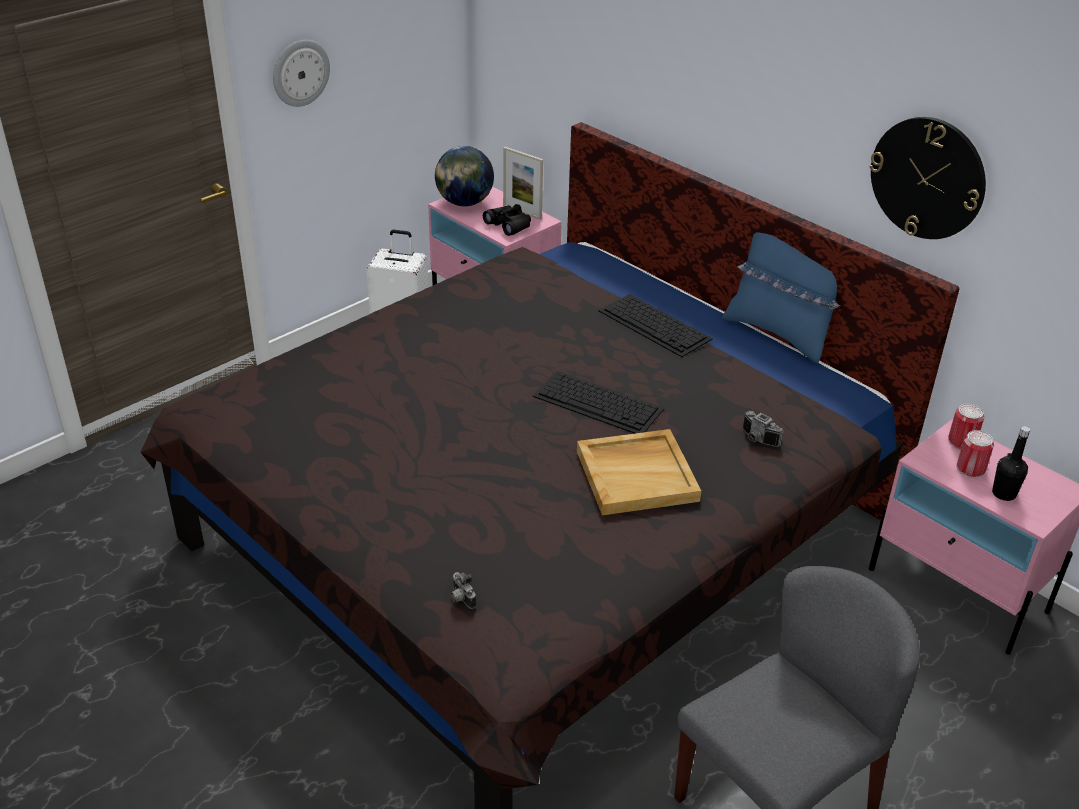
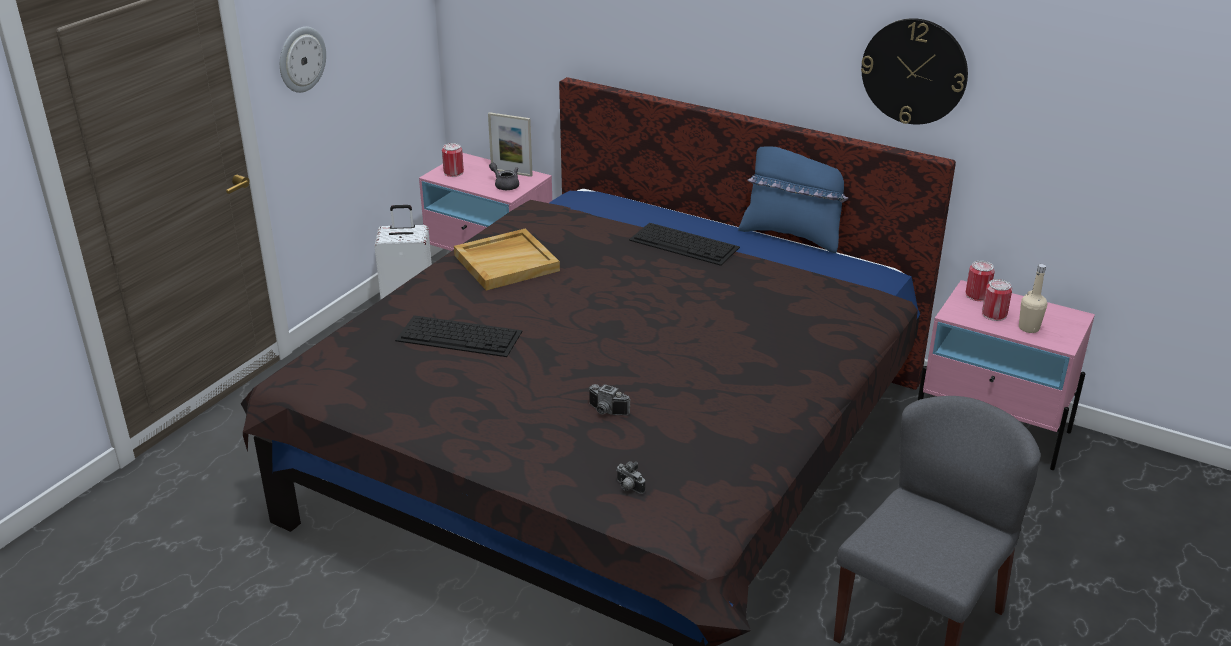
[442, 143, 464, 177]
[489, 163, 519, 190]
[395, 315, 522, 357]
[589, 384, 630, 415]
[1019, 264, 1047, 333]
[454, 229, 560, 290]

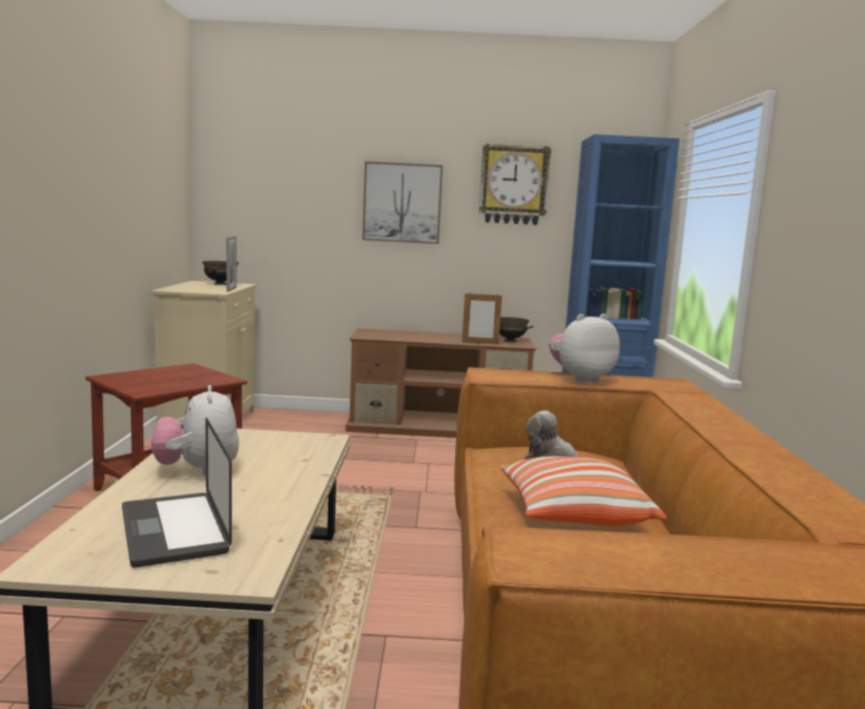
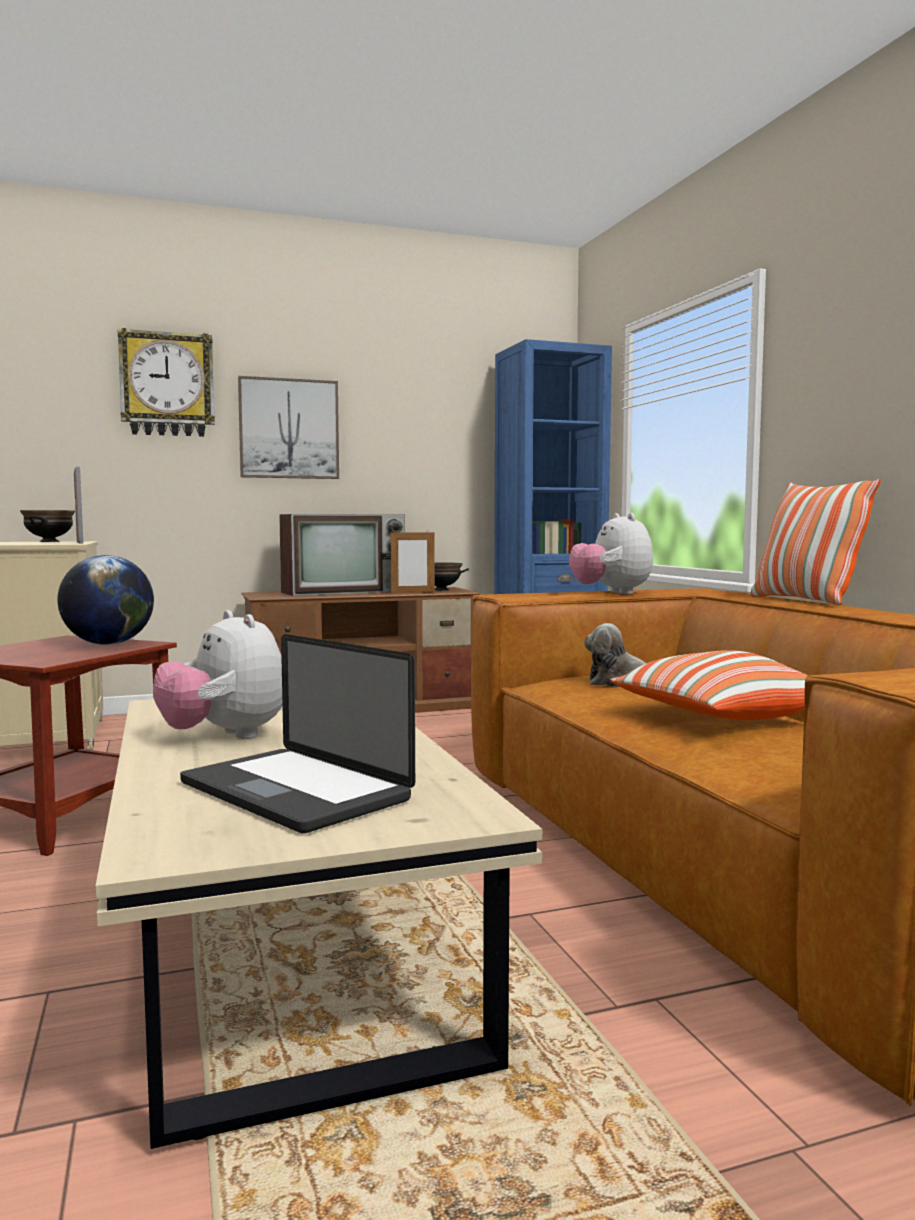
[118, 328, 215, 437]
[569, 513, 653, 594]
[750, 478, 881, 605]
[279, 514, 405, 596]
[57, 555, 154, 645]

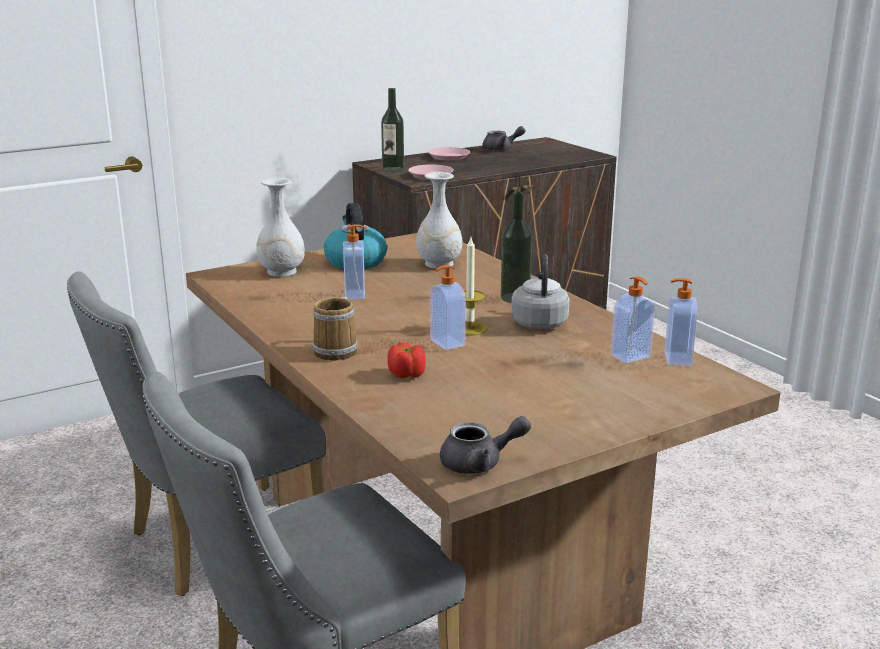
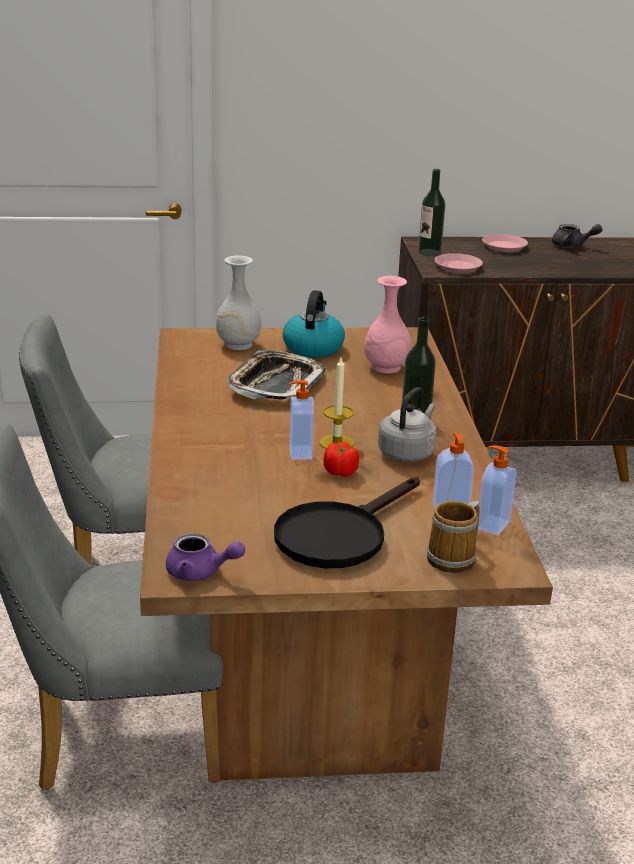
[364, 276, 411, 373]
[227, 350, 325, 400]
[427, 501, 479, 573]
[324, 442, 359, 477]
[166, 533, 245, 581]
[274, 477, 420, 568]

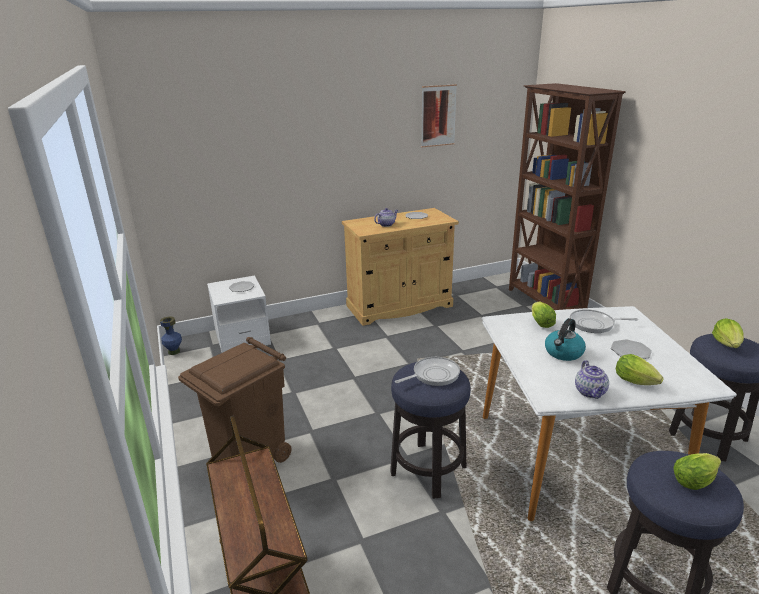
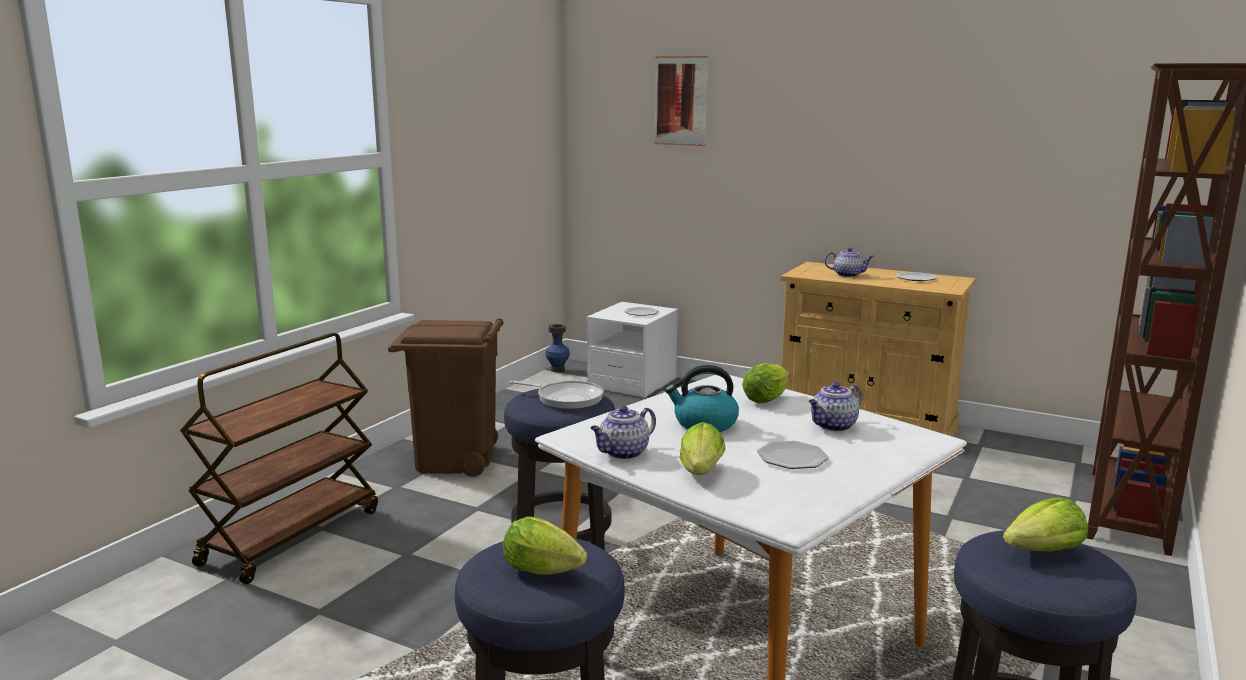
[654, 56, 708, 146]
[809, 382, 861, 431]

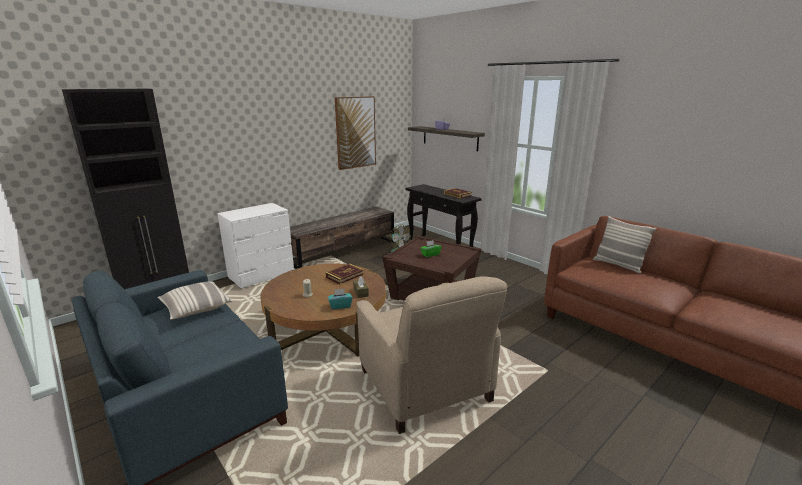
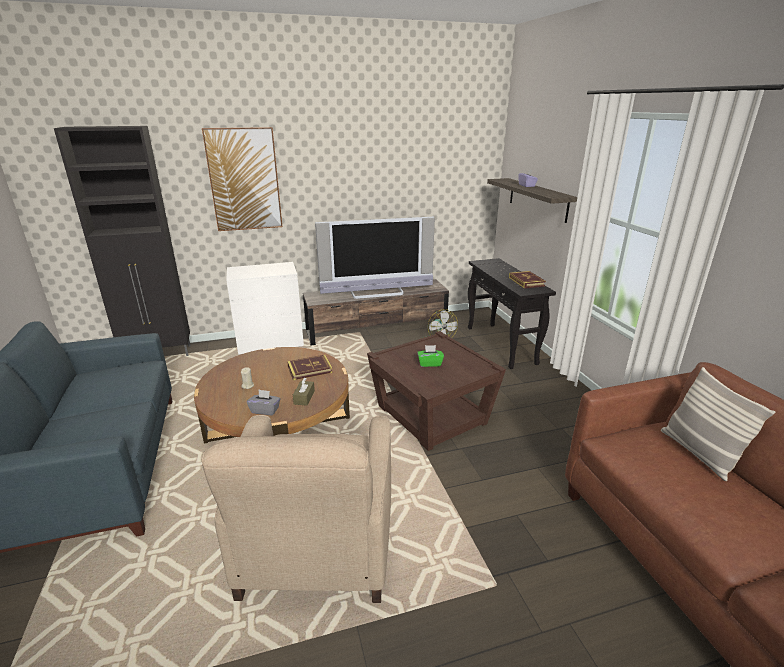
[202, 127, 283, 231]
[157, 281, 233, 320] (first image)
[247, 390, 280, 415]
[315, 217, 435, 299]

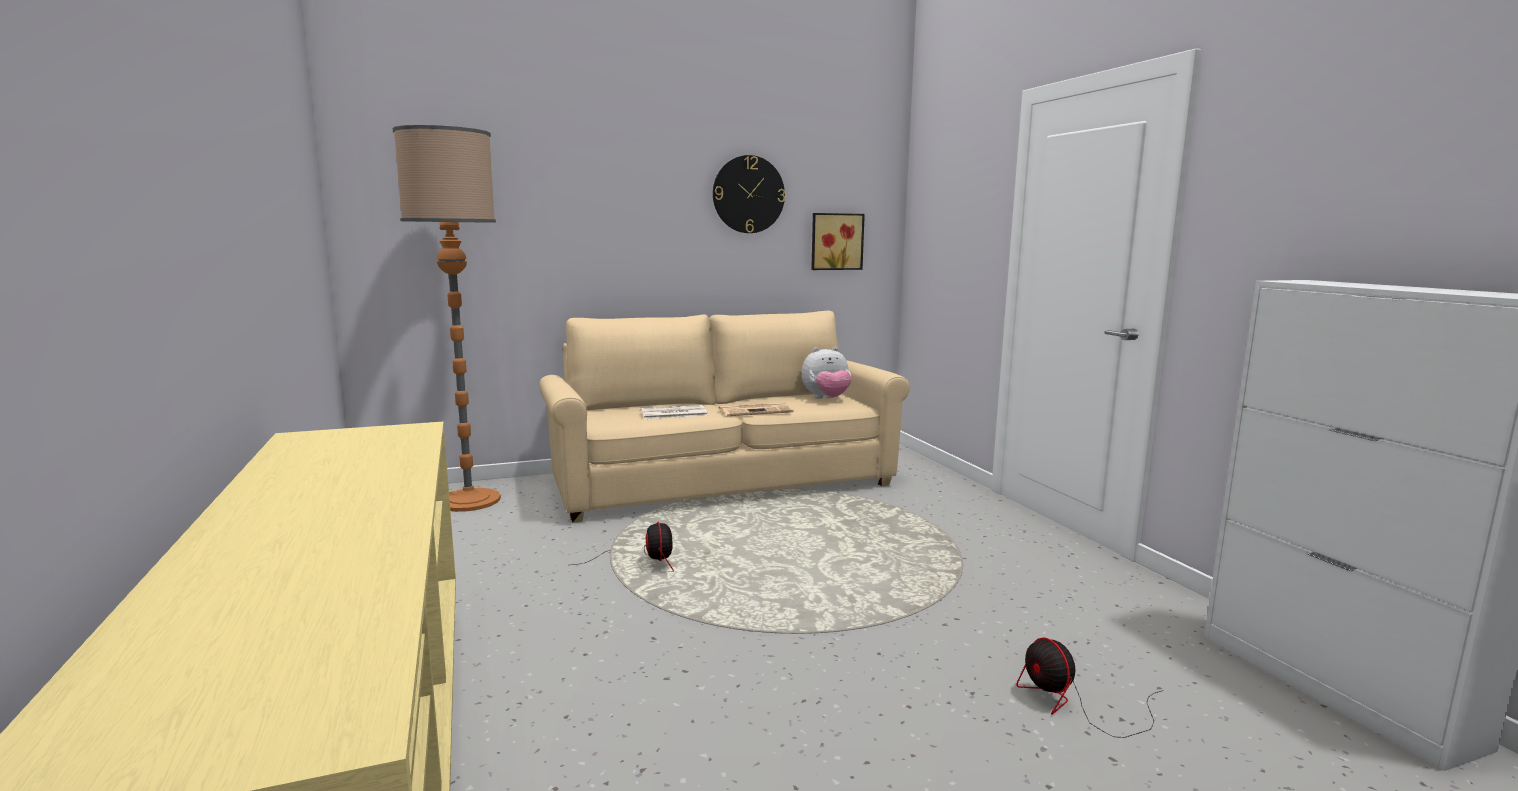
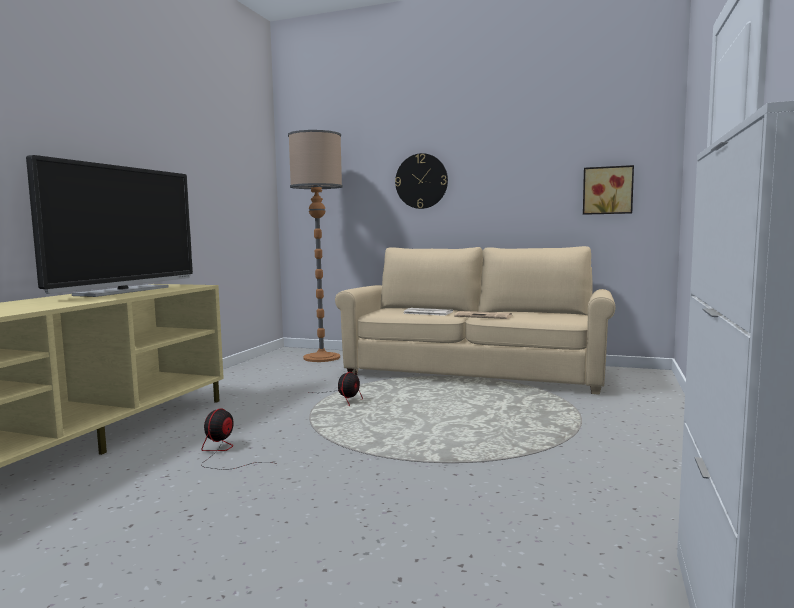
[395, 153, 448, 209]
[801, 347, 852, 399] (first image)
[201, 408, 272, 470]
[26, 155, 193, 297]

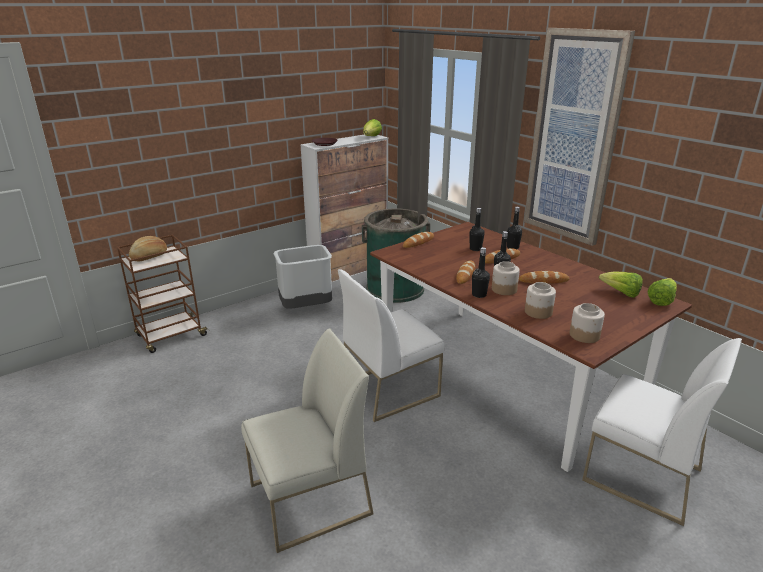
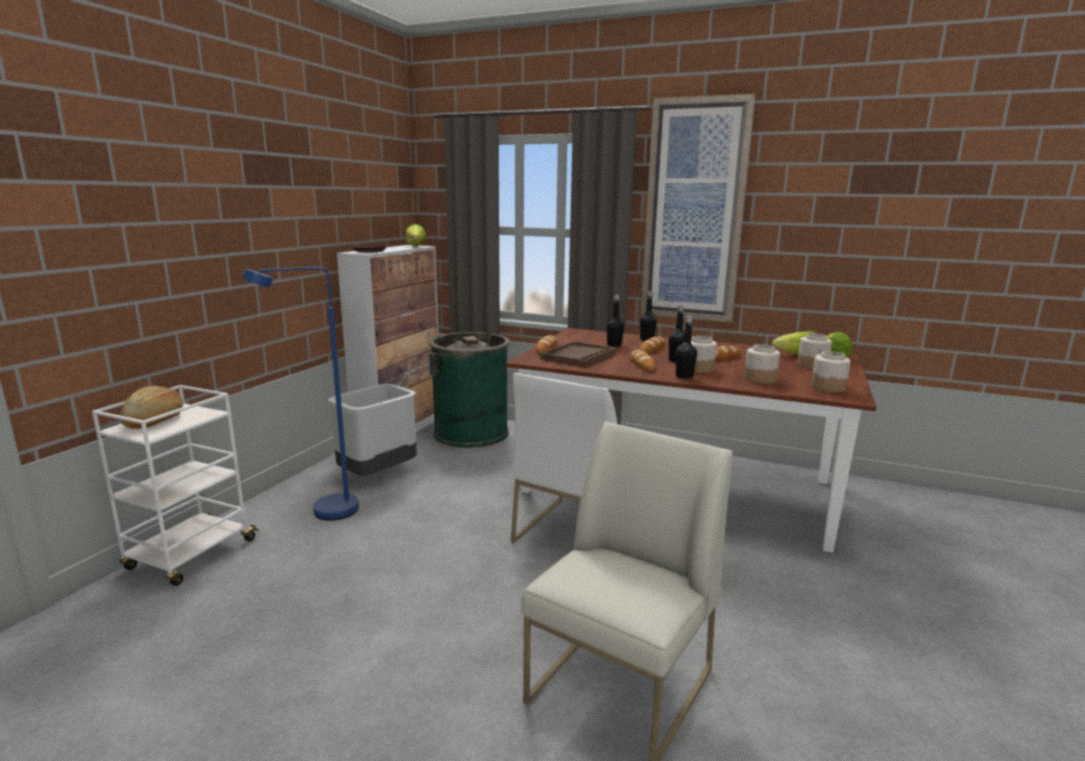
[92, 385, 259, 586]
[582, 338, 742, 526] (first image)
[242, 267, 359, 521]
[797, 333, 832, 369]
[540, 341, 616, 367]

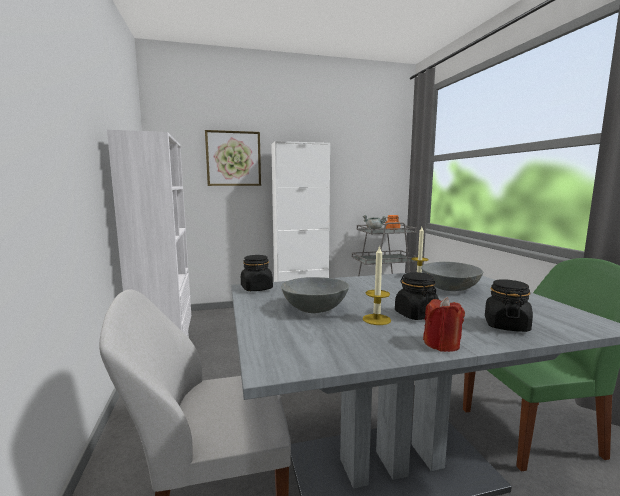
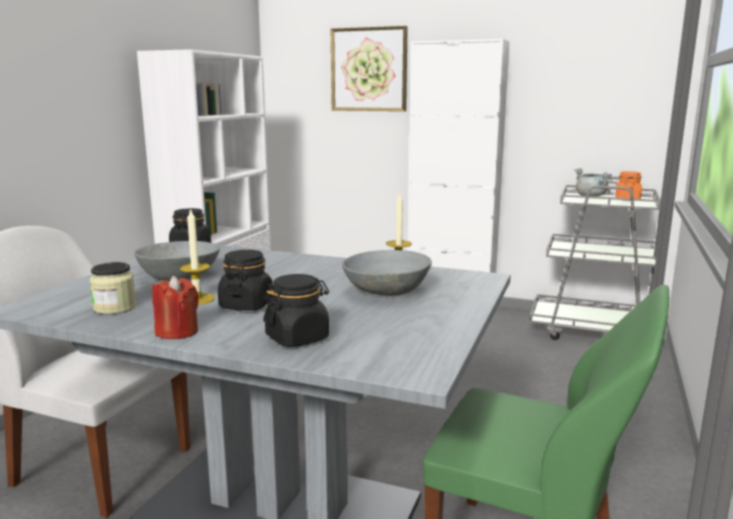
[90, 262, 136, 314]

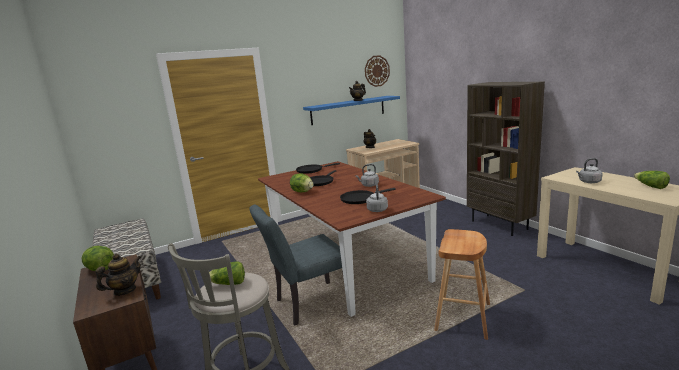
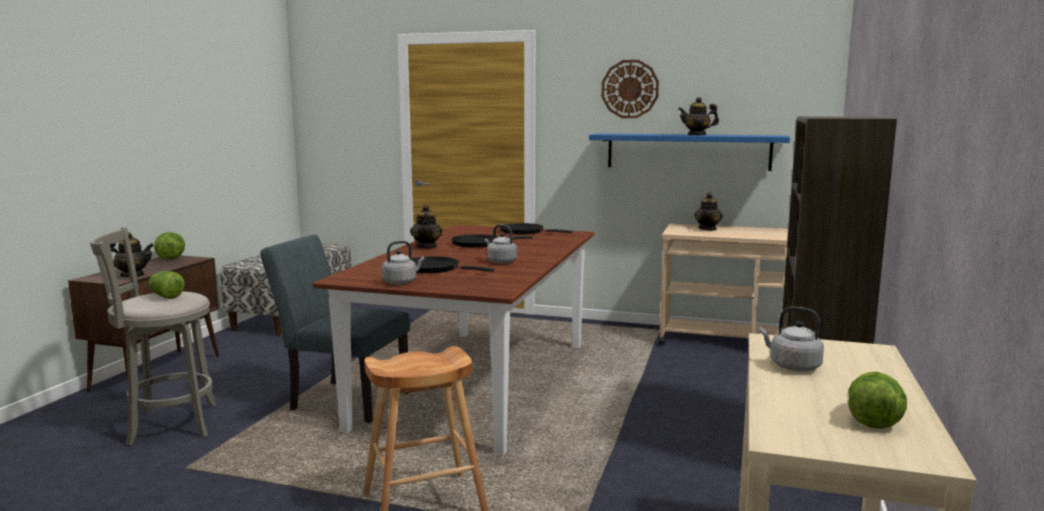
[602, 60, 659, 118]
[410, 205, 442, 249]

